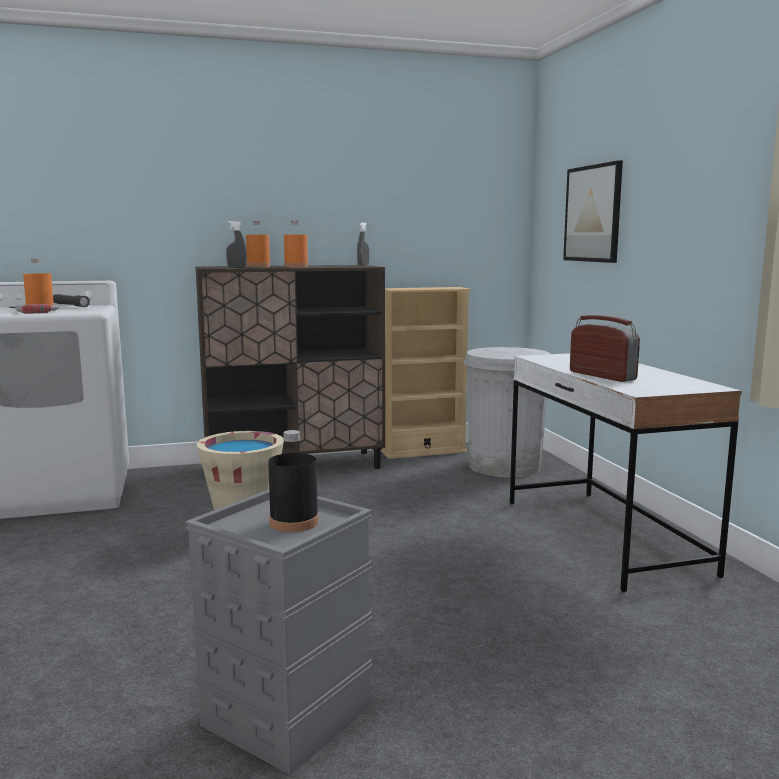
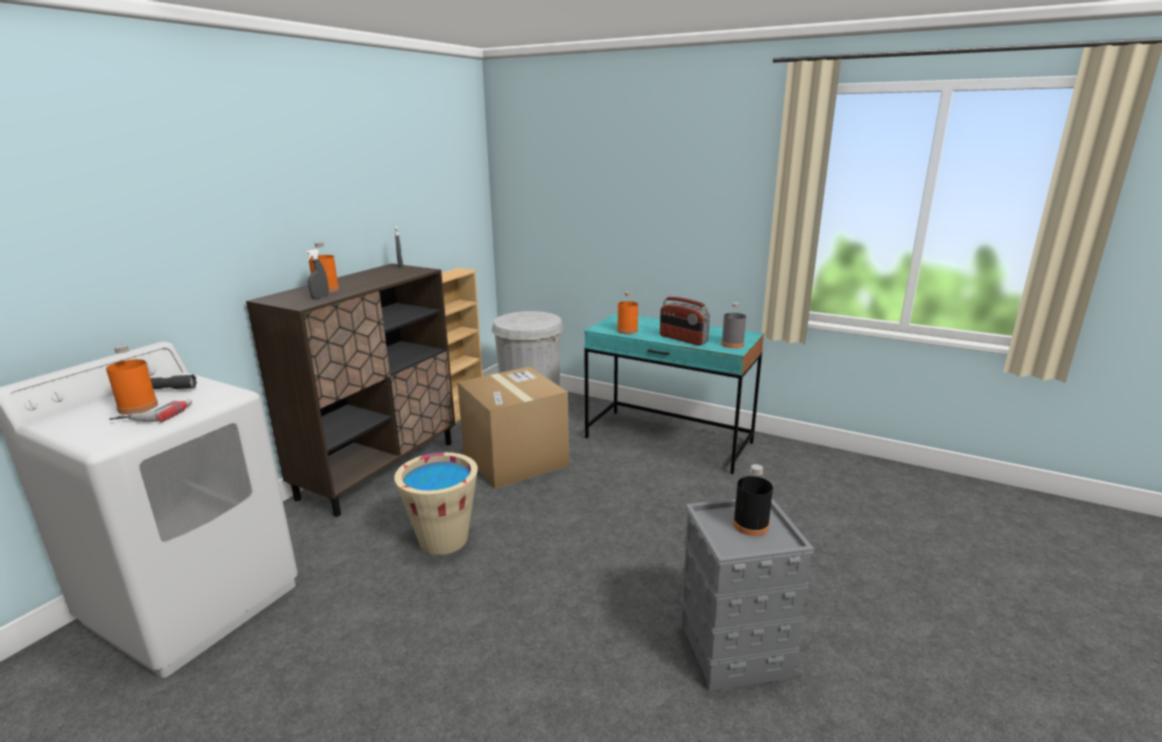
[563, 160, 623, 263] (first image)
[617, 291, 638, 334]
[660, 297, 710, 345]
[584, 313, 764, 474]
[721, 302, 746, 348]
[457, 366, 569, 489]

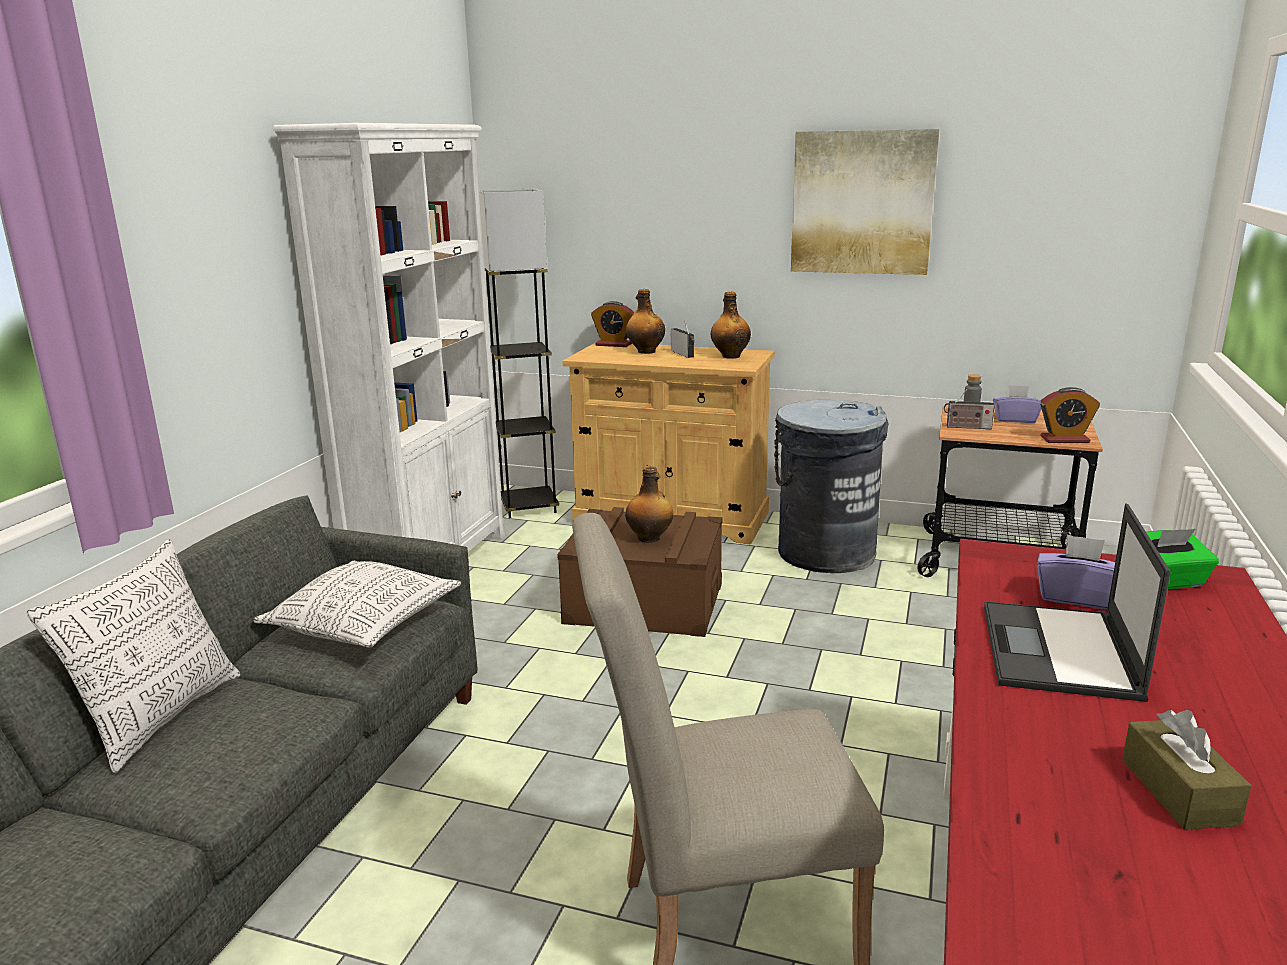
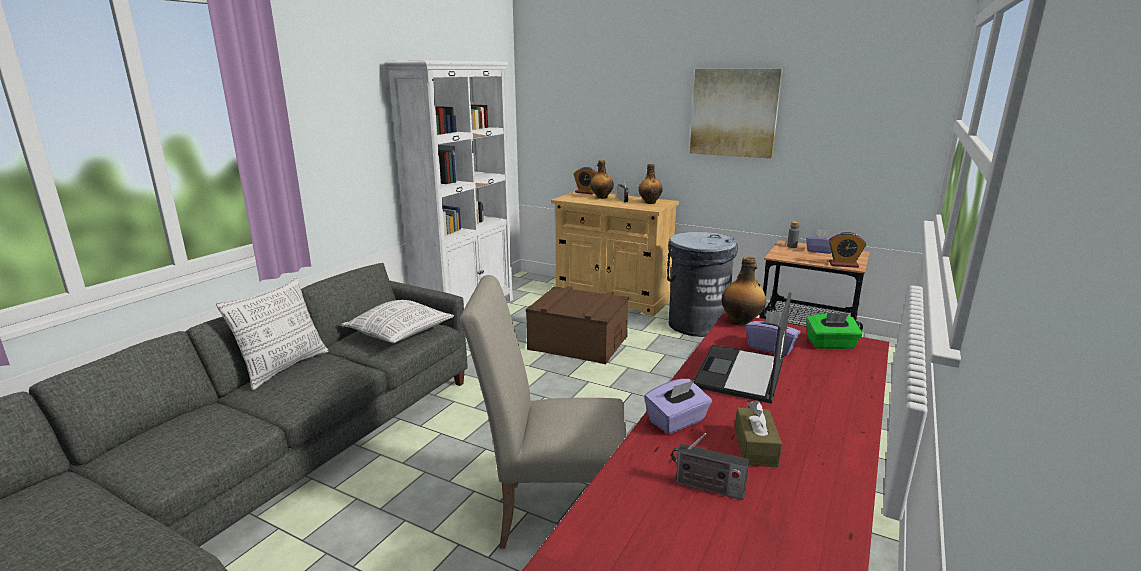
[479, 189, 559, 518] (first image)
[671, 433, 749, 500]
[722, 256, 766, 326]
[644, 379, 712, 434]

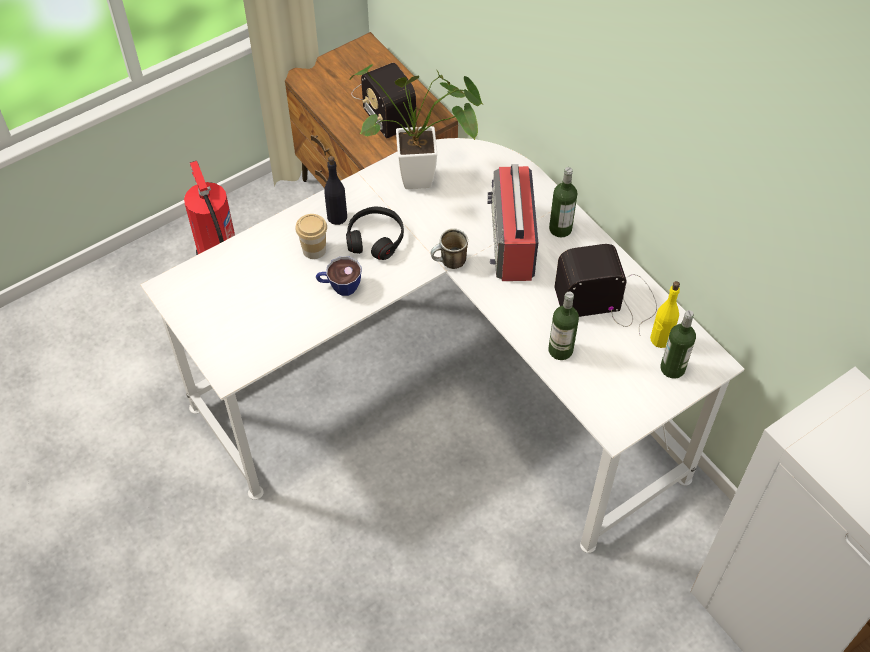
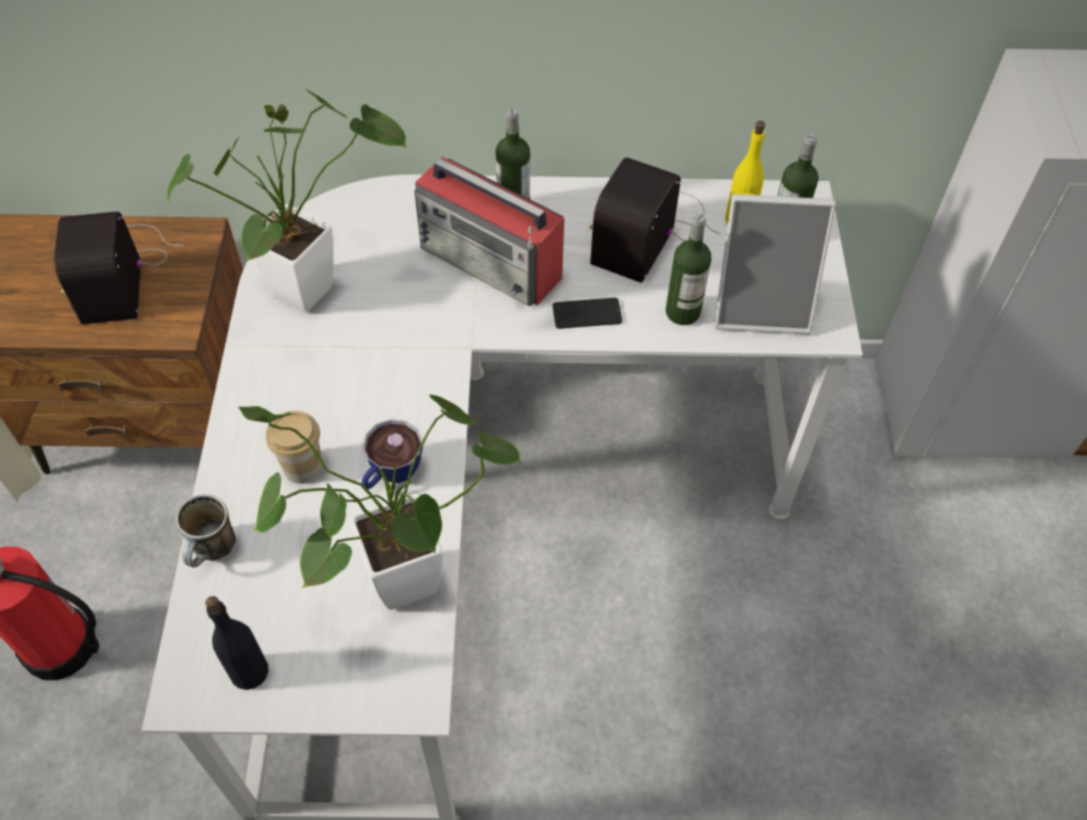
[54, 211, 184, 325]
[205, 596, 269, 690]
[346, 207, 404, 260] (first image)
[176, 494, 236, 568]
[714, 194, 836, 335]
[553, 298, 622, 329]
[238, 395, 521, 610]

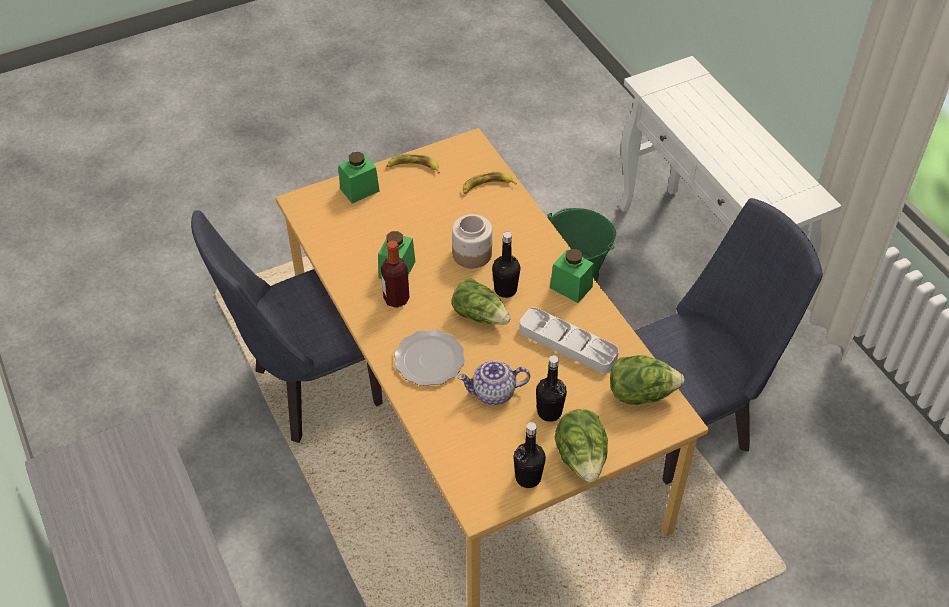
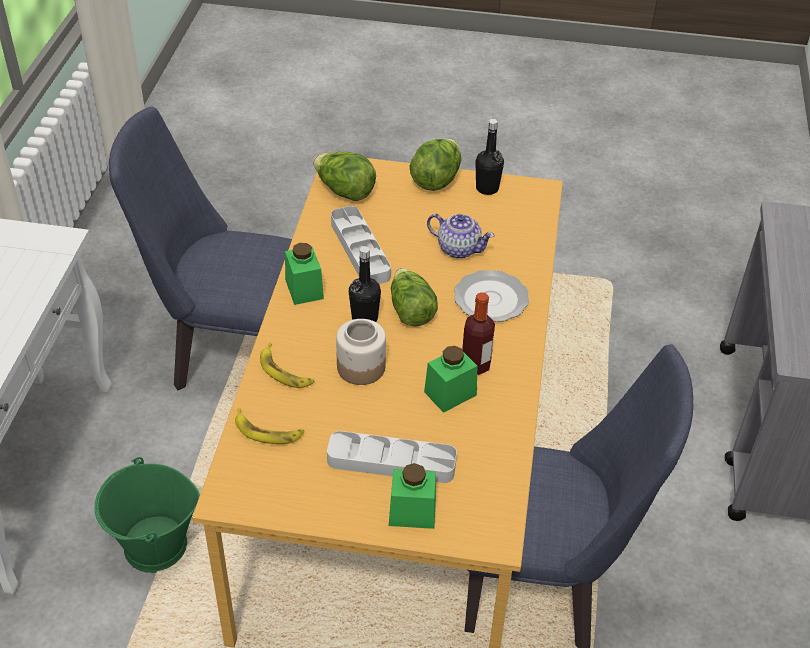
[260, 343, 315, 388]
[536, 355, 567, 422] (first image)
[327, 431, 457, 483]

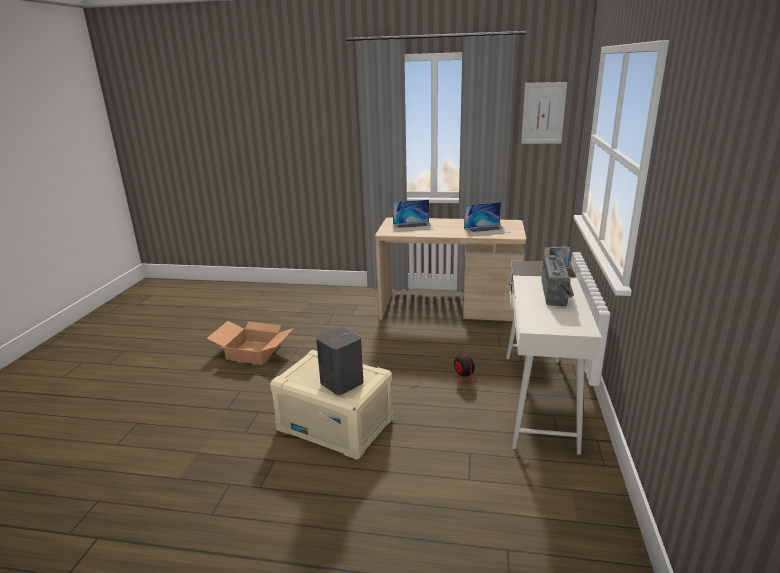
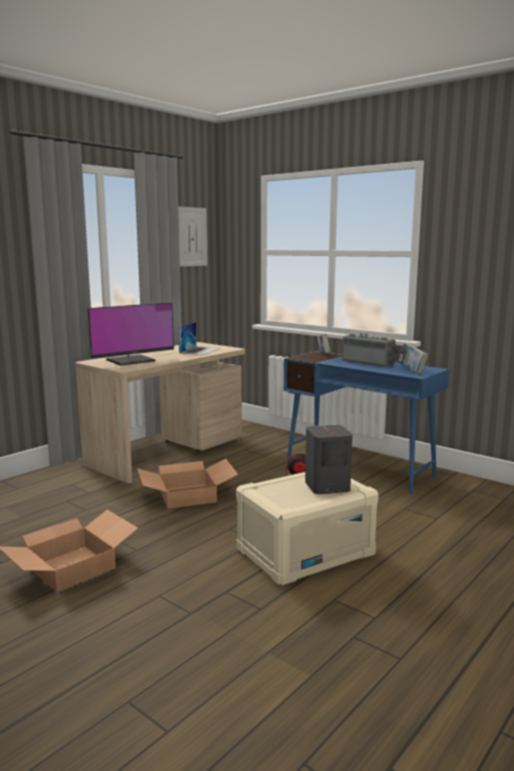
[88, 302, 174, 366]
[284, 351, 449, 494]
[398, 343, 428, 374]
[137, 459, 238, 509]

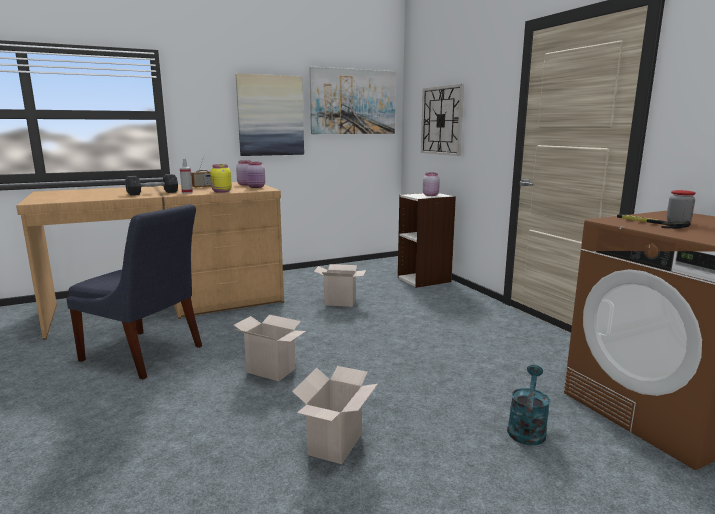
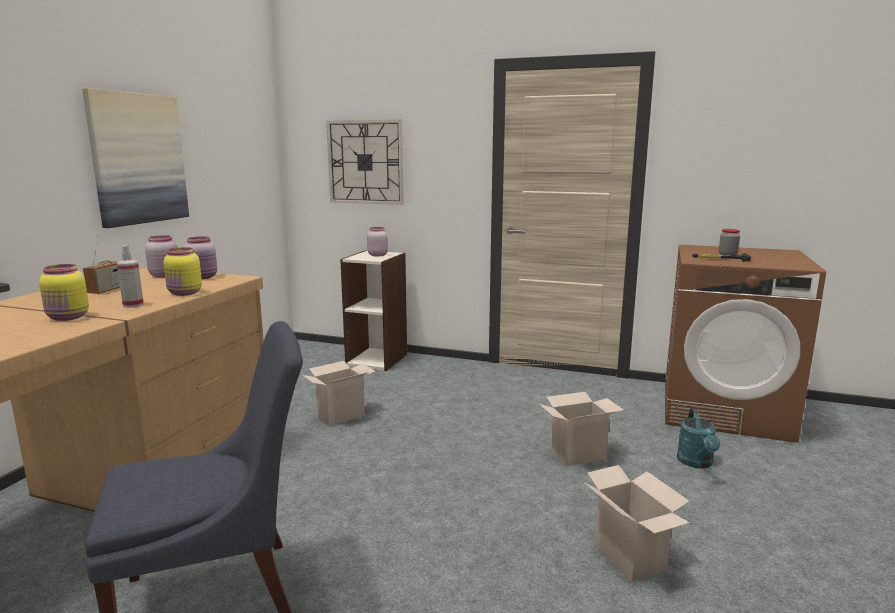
[309, 67, 396, 134] (first image)
[39, 264, 89, 321]
[540, 392, 623, 466]
[677, 408, 720, 469]

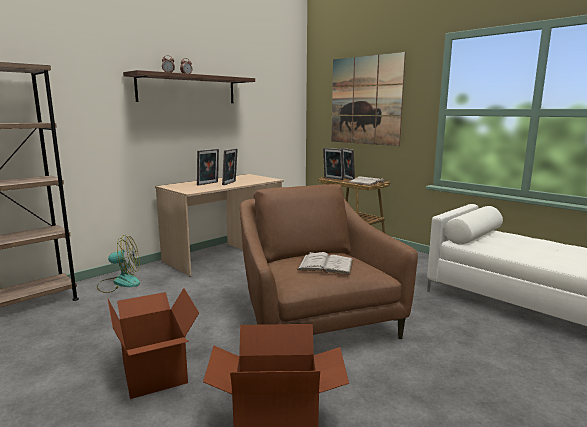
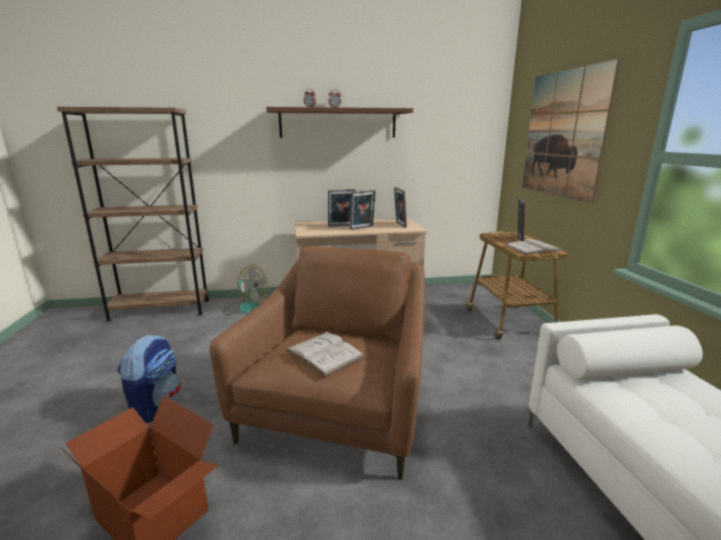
[394, 187, 407, 228]
[118, 335, 181, 423]

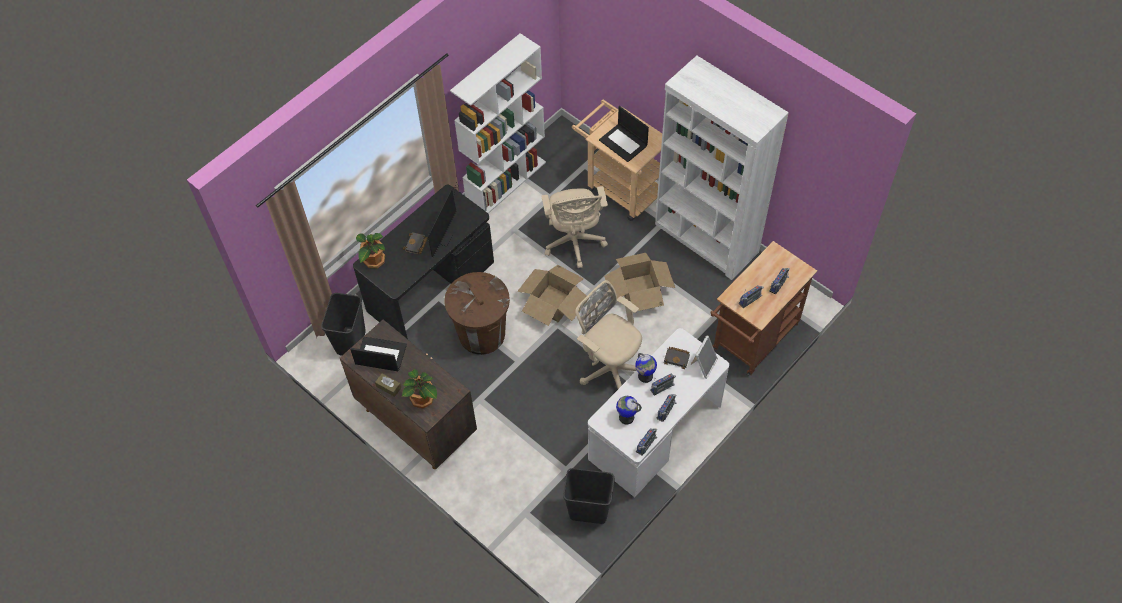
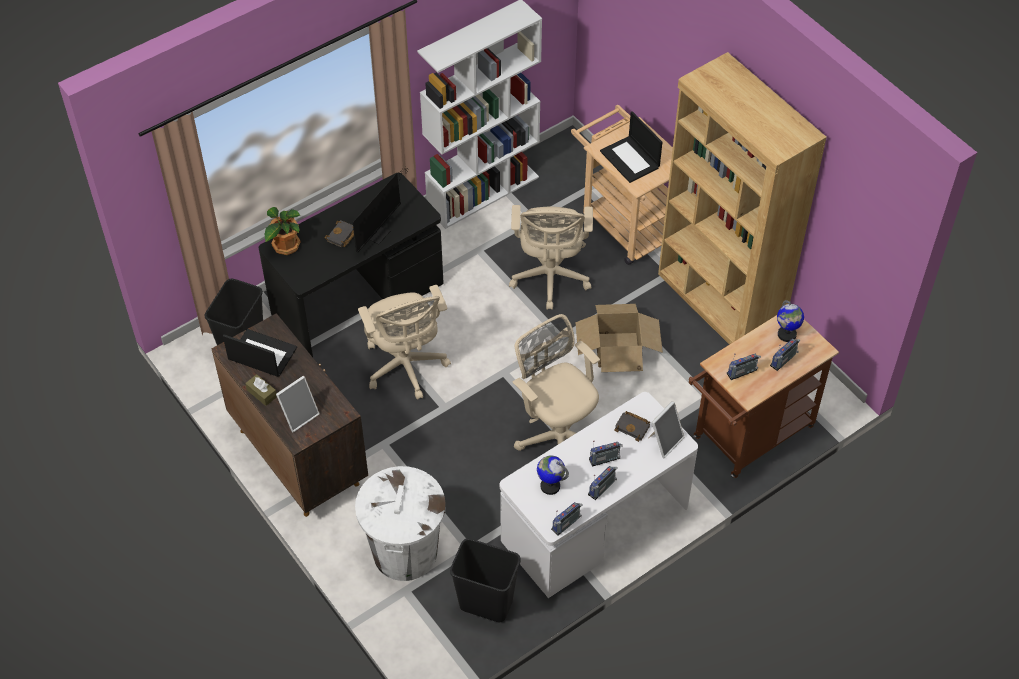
[658, 52, 827, 345]
[517, 265, 586, 326] (first image)
[358, 285, 451, 400]
[777, 300, 804, 342]
[276, 376, 320, 432]
[355, 466, 446, 581]

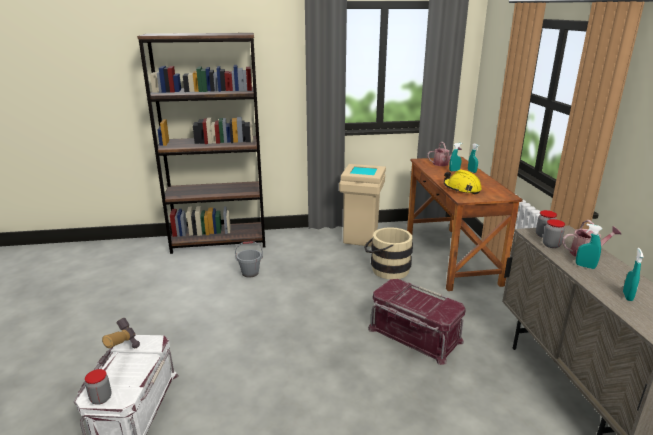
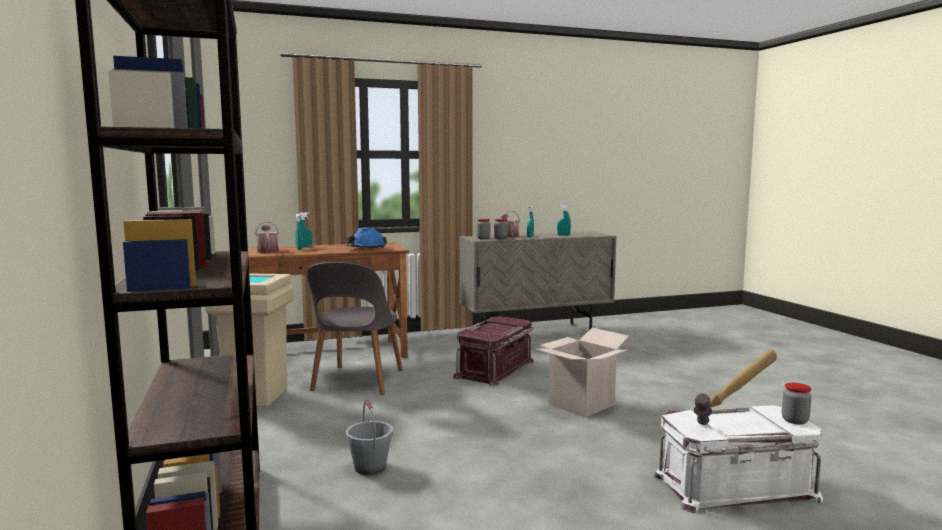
[346, 227, 387, 248]
[307, 262, 403, 395]
[536, 328, 629, 418]

